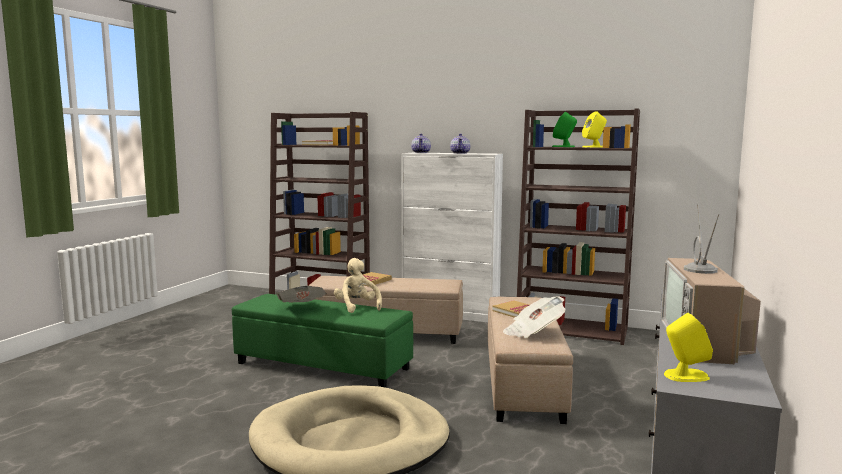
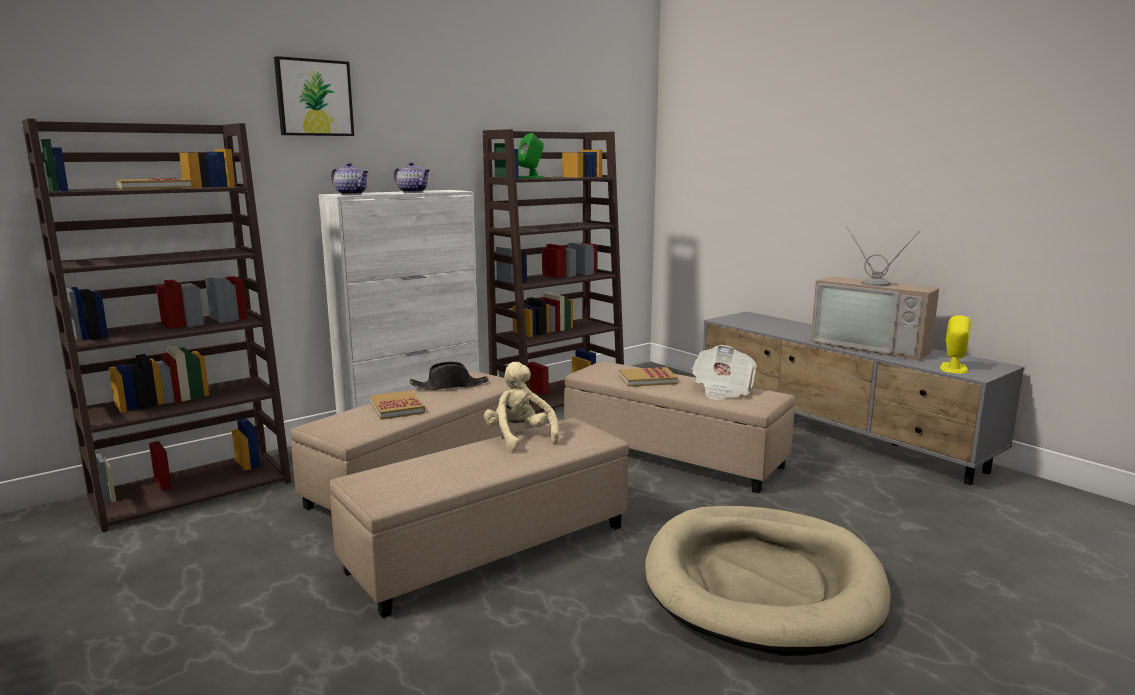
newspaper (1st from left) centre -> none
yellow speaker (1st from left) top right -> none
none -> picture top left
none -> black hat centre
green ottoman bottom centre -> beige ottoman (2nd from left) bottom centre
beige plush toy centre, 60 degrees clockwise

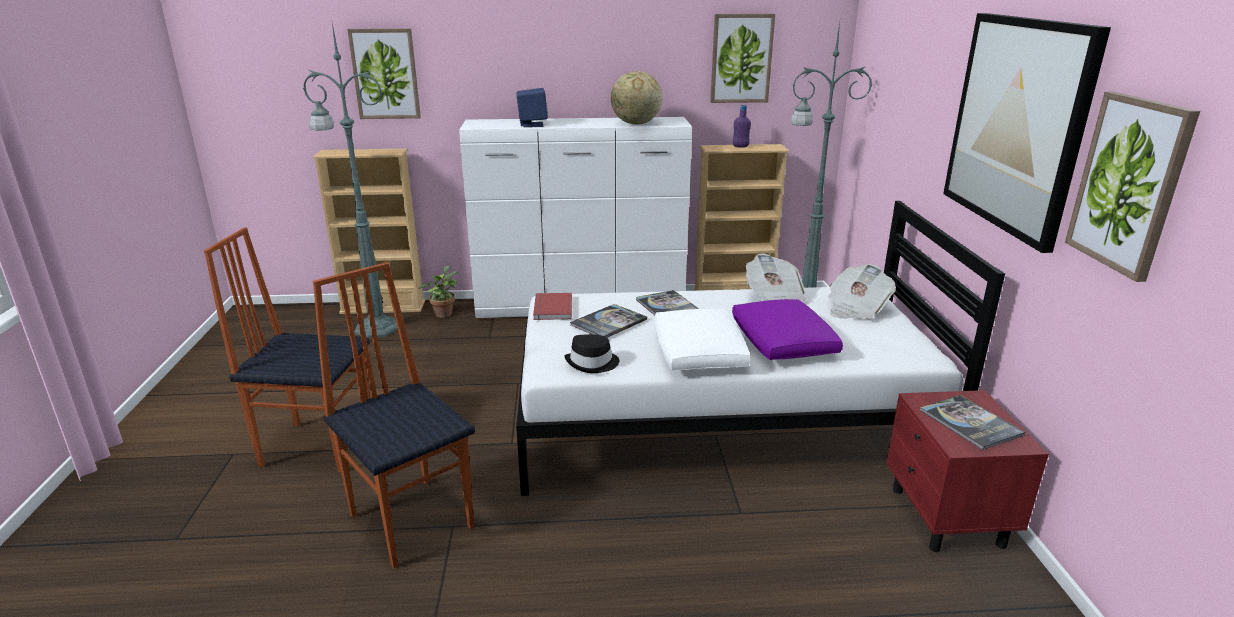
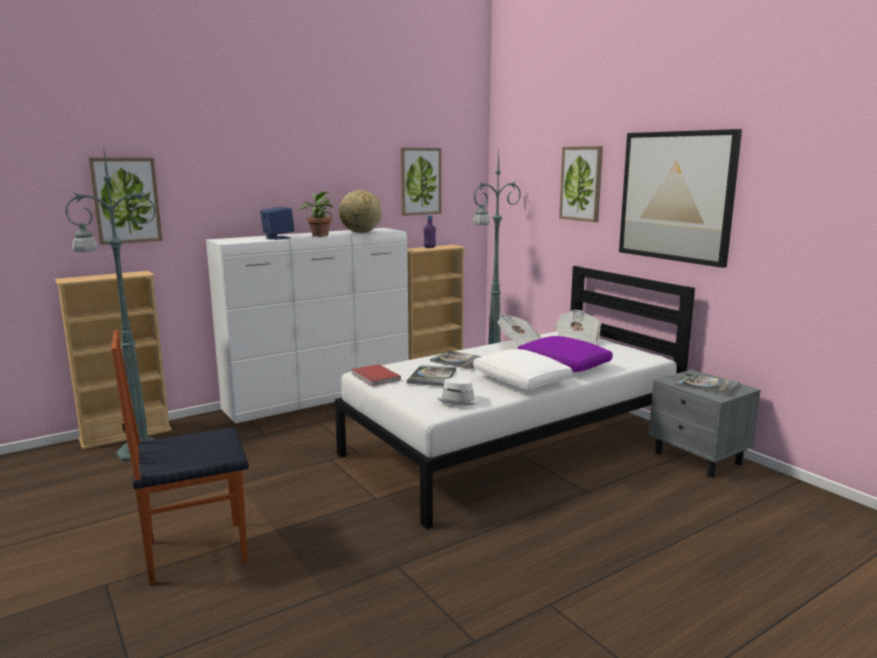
chair (2nd from left) bottom left -> none
potted plant centre -> potted plant top centre, move
picture (4th from left in the first image) top right -> picture (3rd from left) top centre, move
black hat centre -> white hat centre
red nightstand bottom right -> grey nightstand middle right

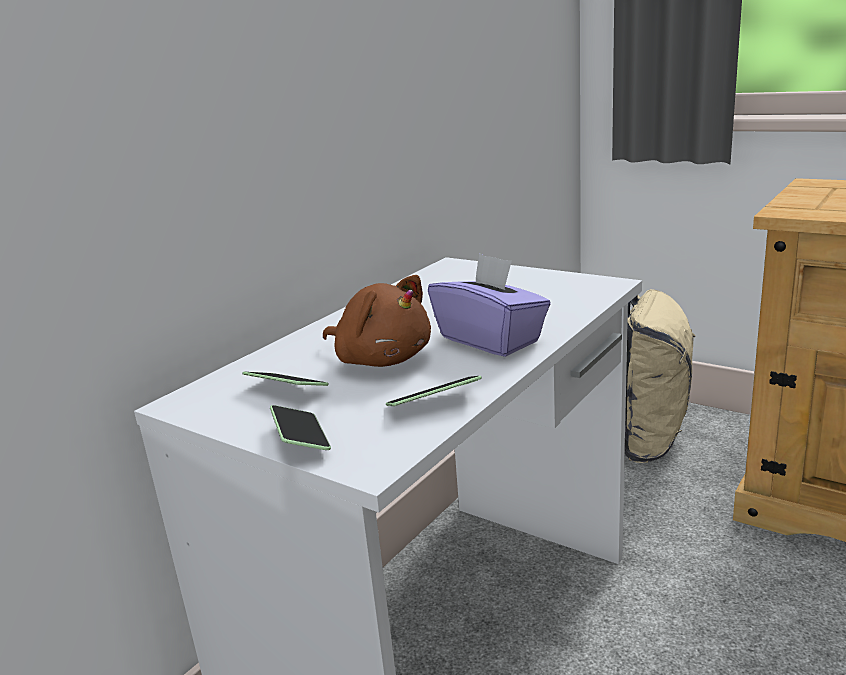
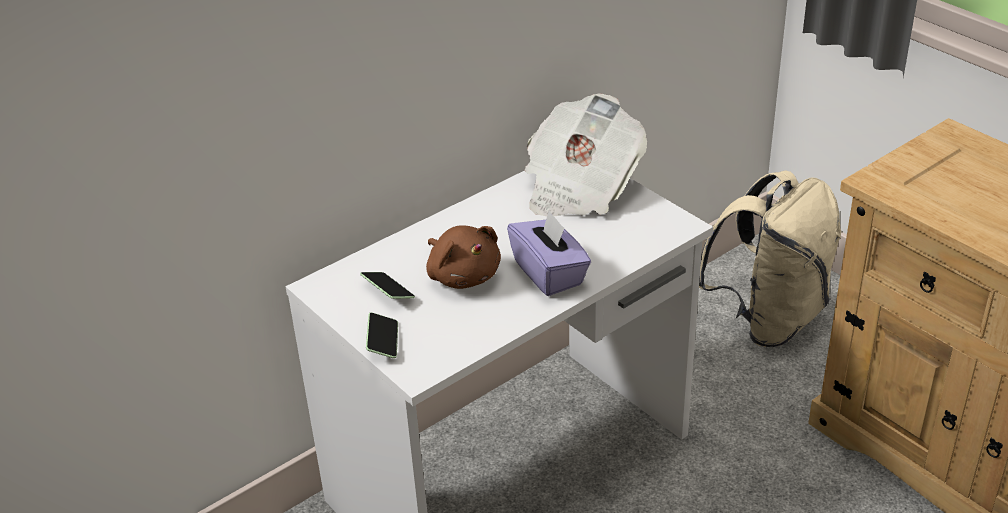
phone (3rd from left) centre -> none
none -> newspaper top centre

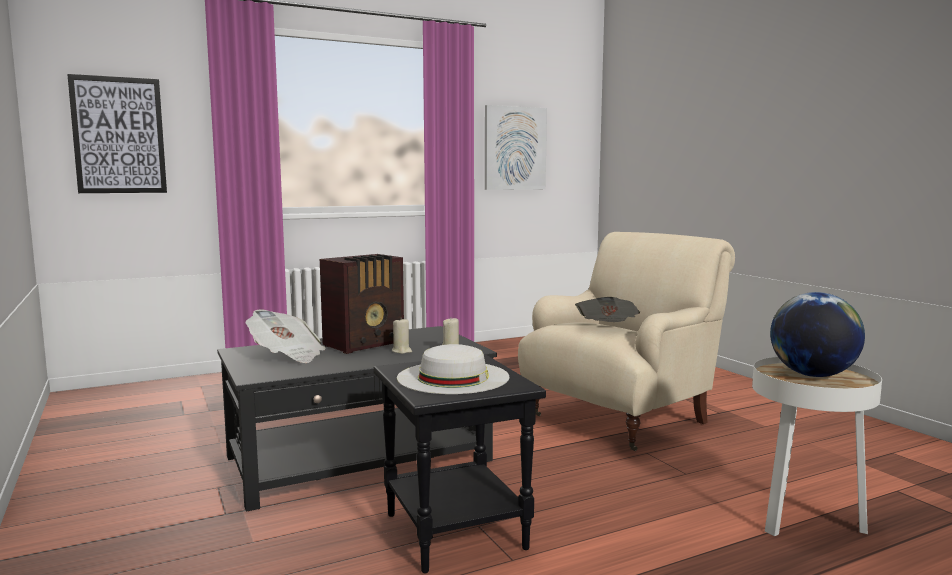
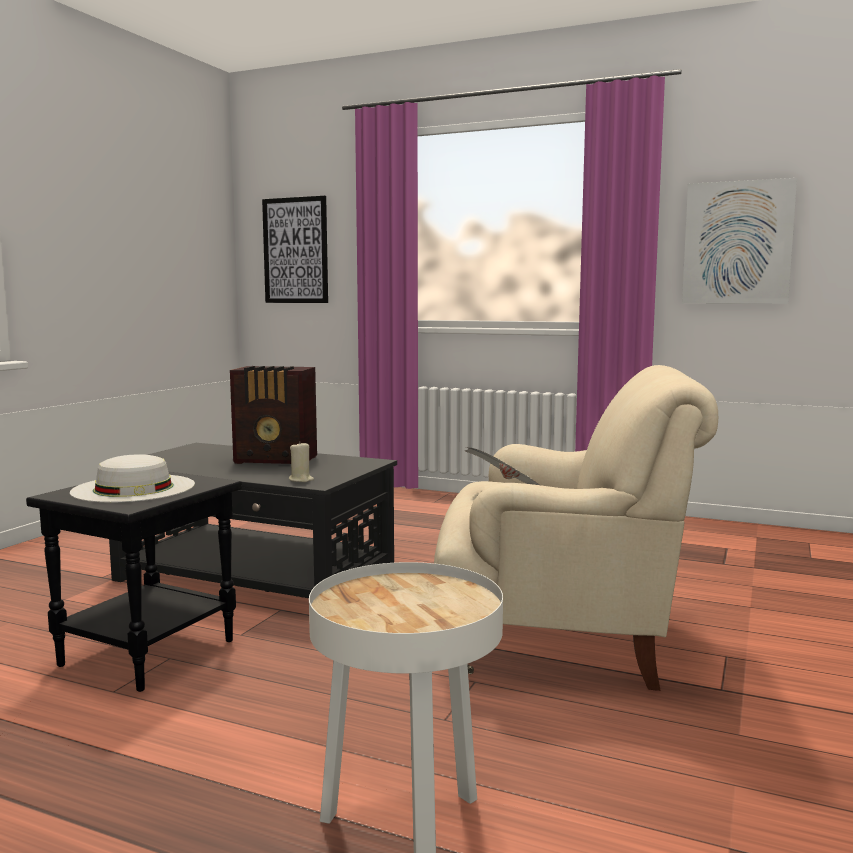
newspaper (1st from left) middle left -> none
beige candle (1st from left) centre -> none
globe middle right -> none

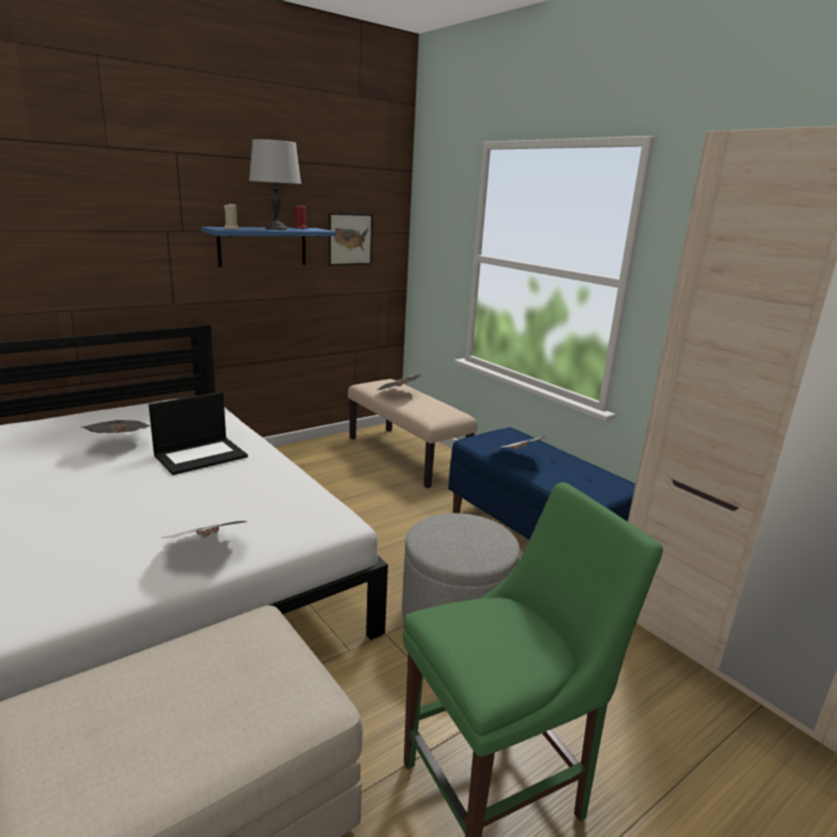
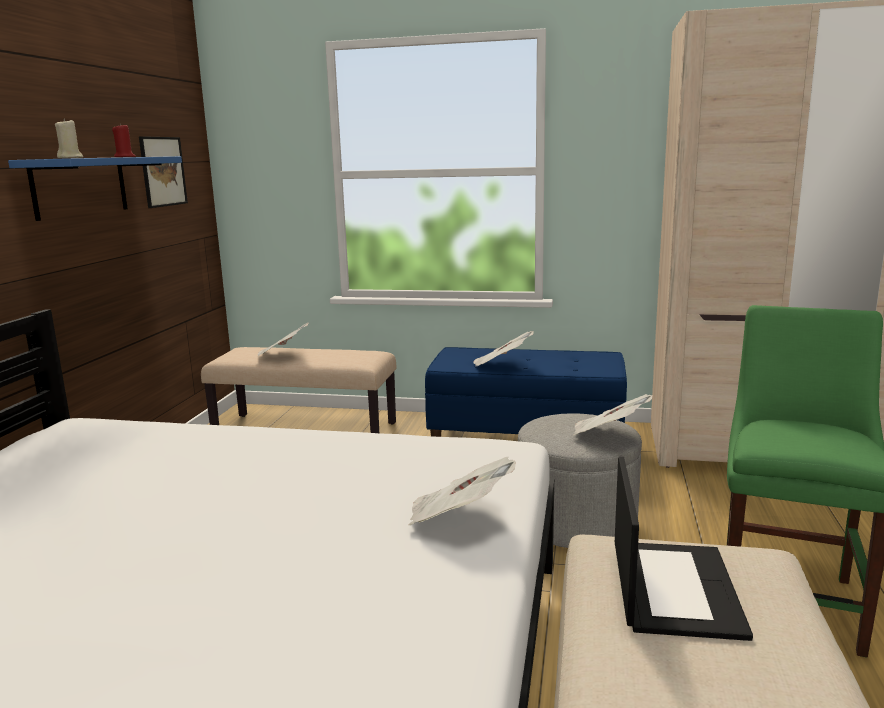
grey table lamp top left -> none
newspaper (1st from left in the first image) middle left -> newspaper (4th from left) middle right, move
laptop middle left -> laptop bottom right, move

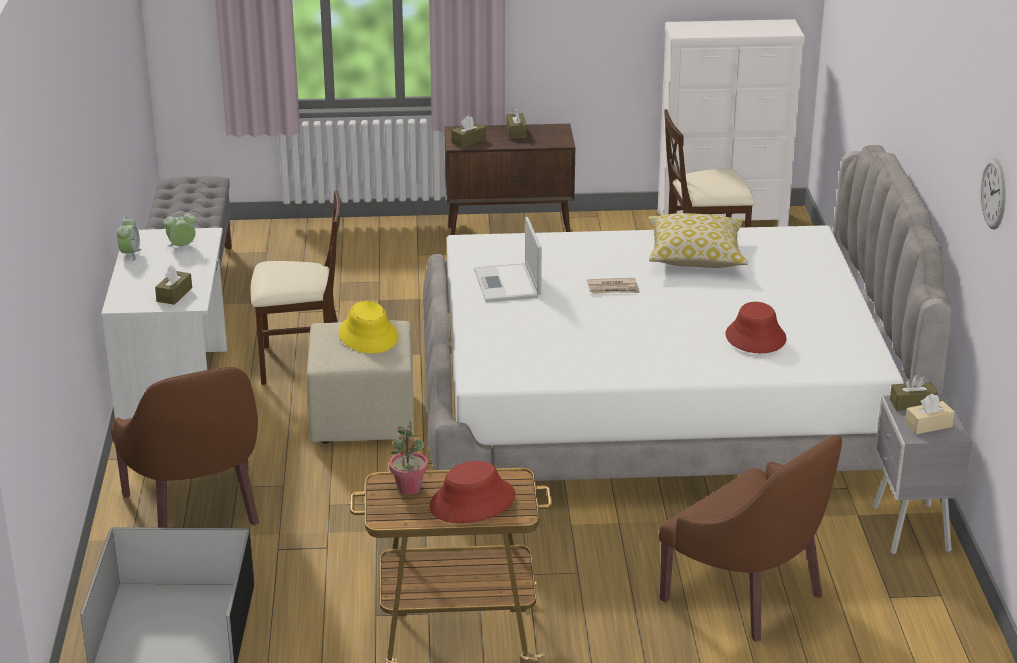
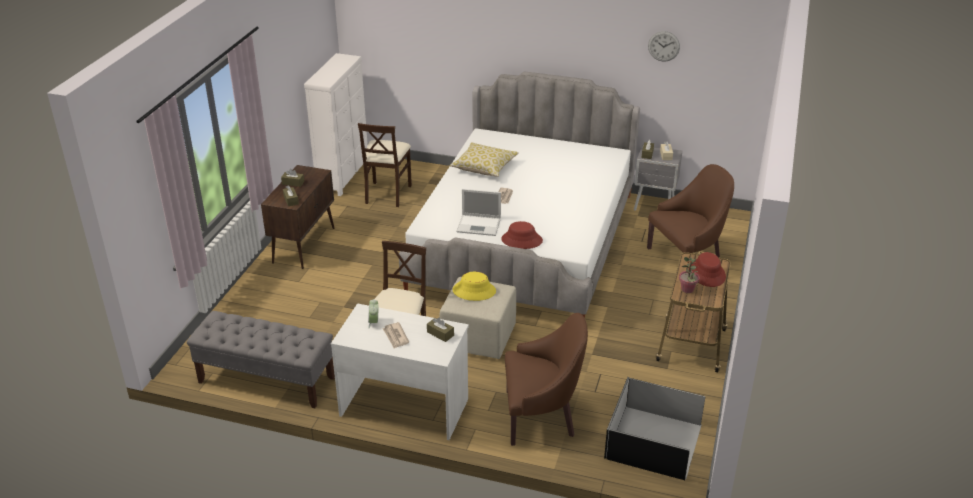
alarm clock (1st from left) middle left -> none
none -> newspaper (1st from left) bottom centre
red hat (2nd from left in the first image) middle right -> red hat (1st from left) centre, move

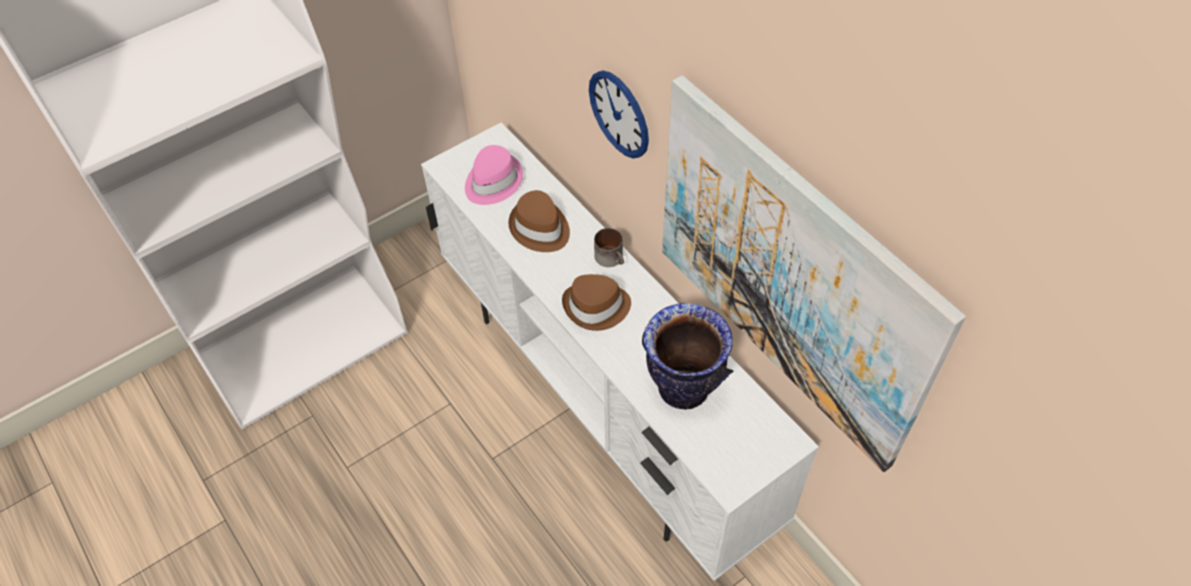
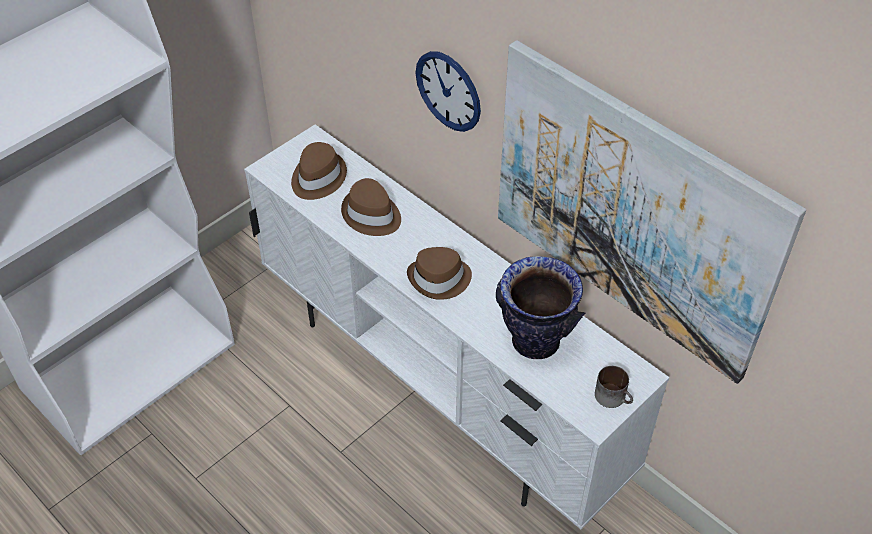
mug centre -> mug bottom right, move
pink hat top centre -> brown hat (1st from left) top centre

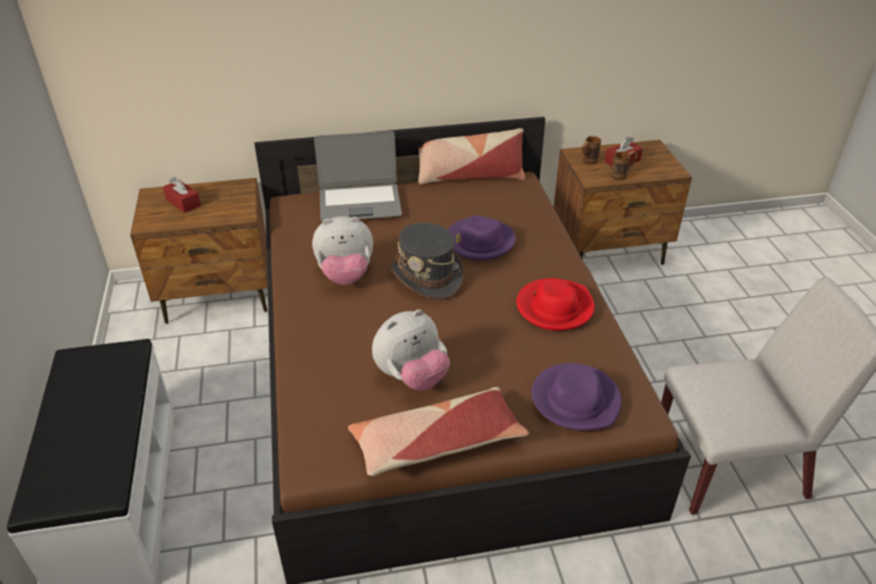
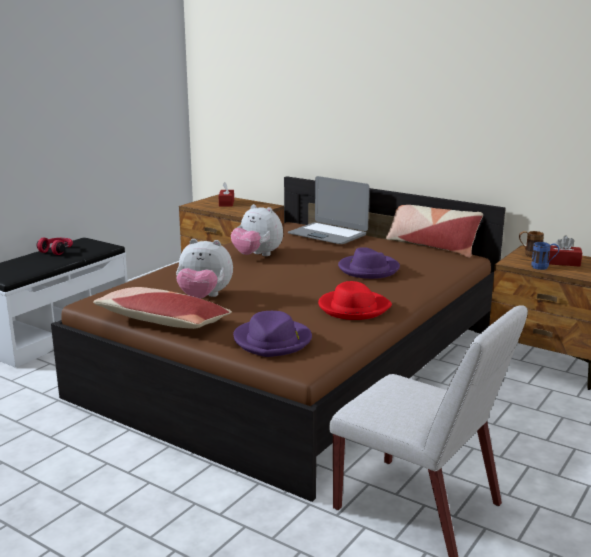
grey hat centre -> none
none -> red headphones middle left
brown mug (2nd from left) top right -> blue mug middle right

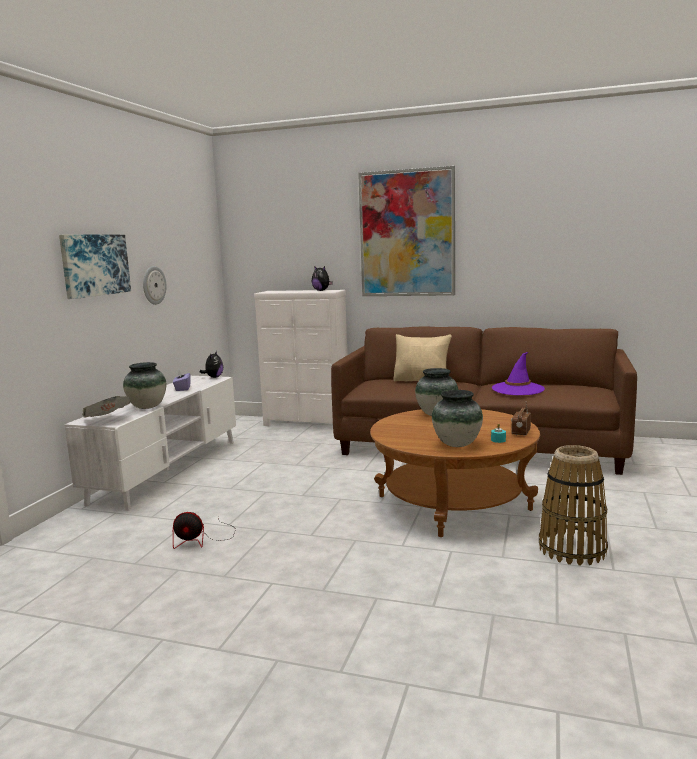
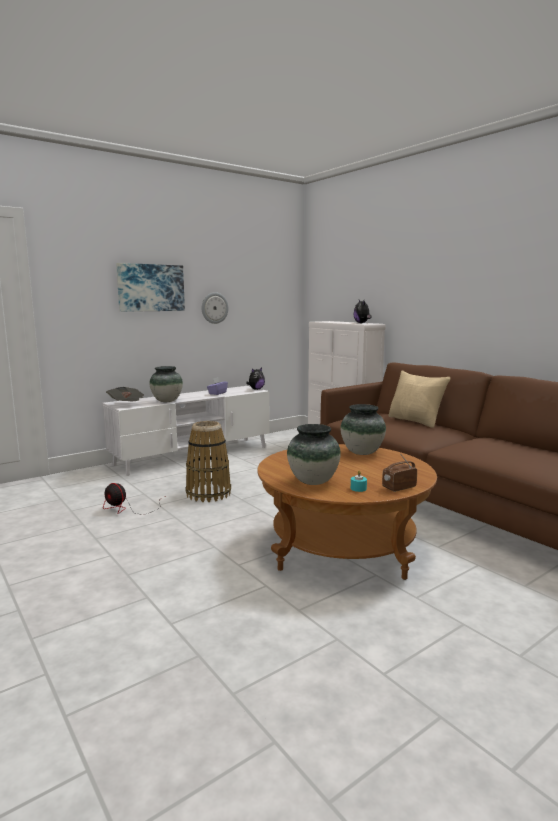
picture (2nd from left) top centre -> none
purple hat middle right -> none
basket middle right -> basket centre, move

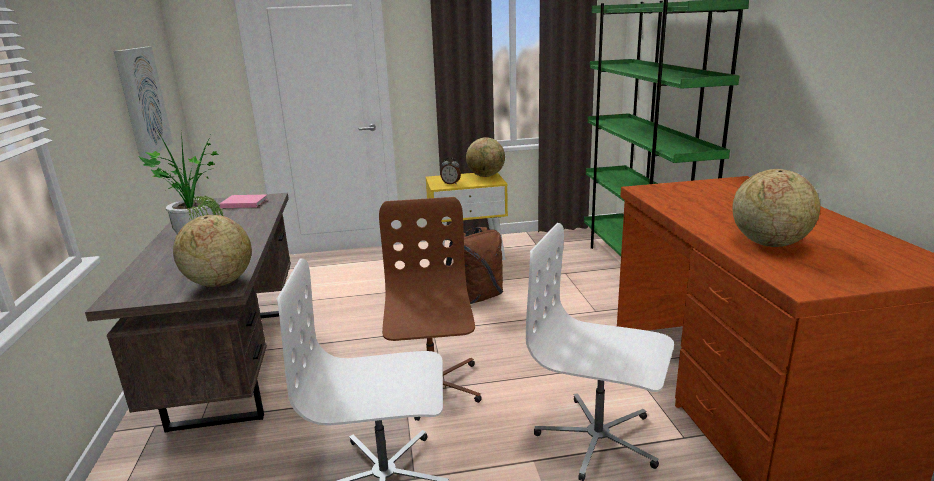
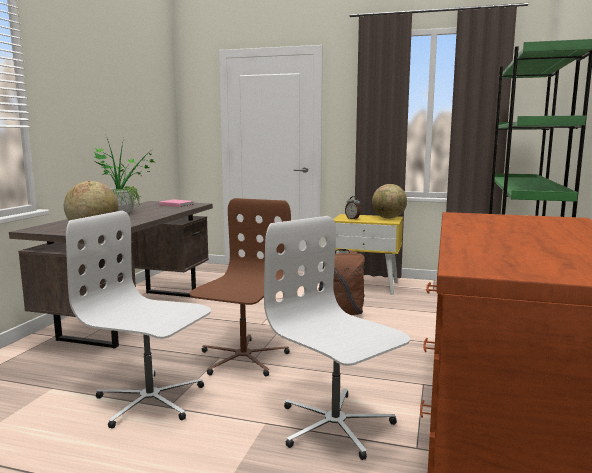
picture top left -> none
globe (3rd from left) middle right -> none

